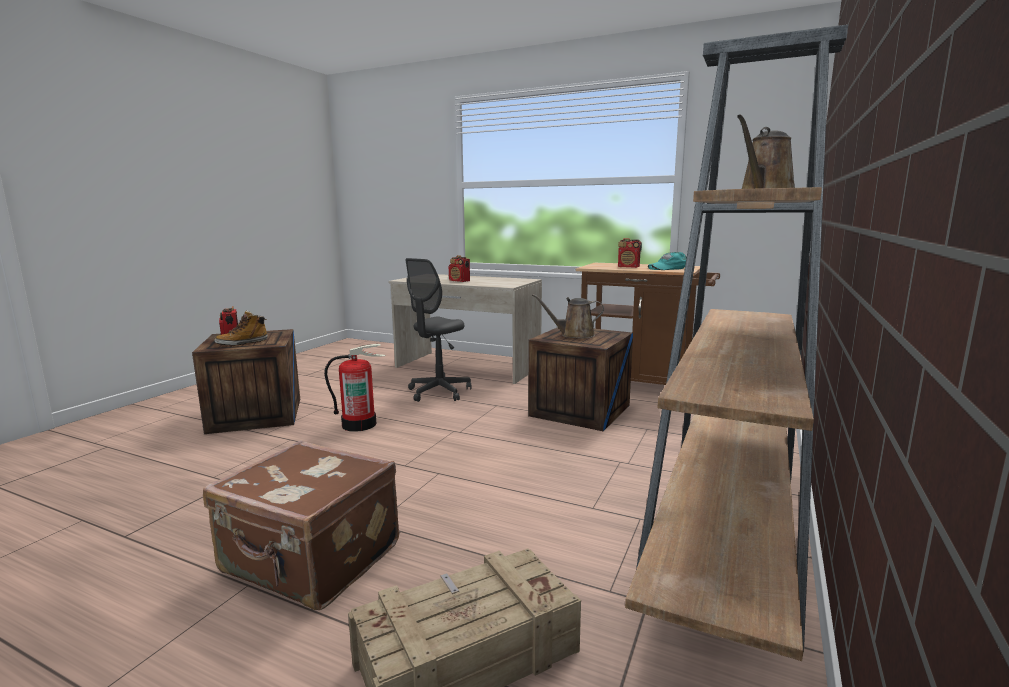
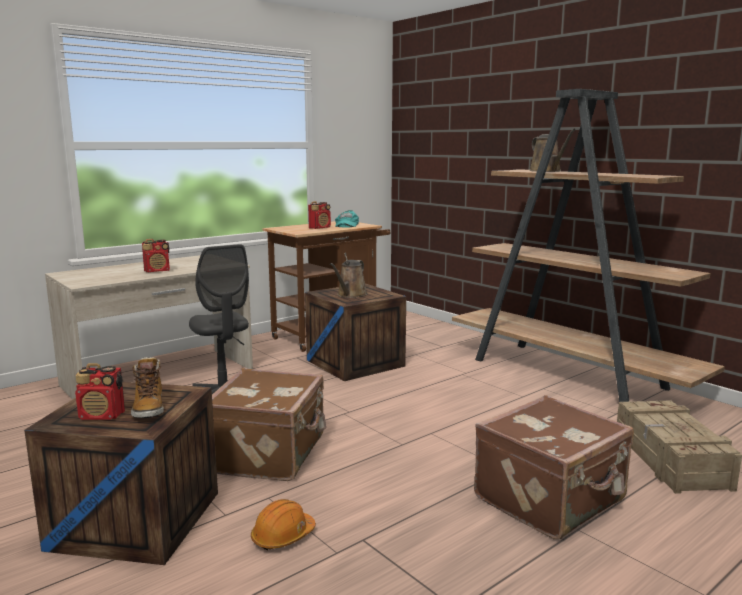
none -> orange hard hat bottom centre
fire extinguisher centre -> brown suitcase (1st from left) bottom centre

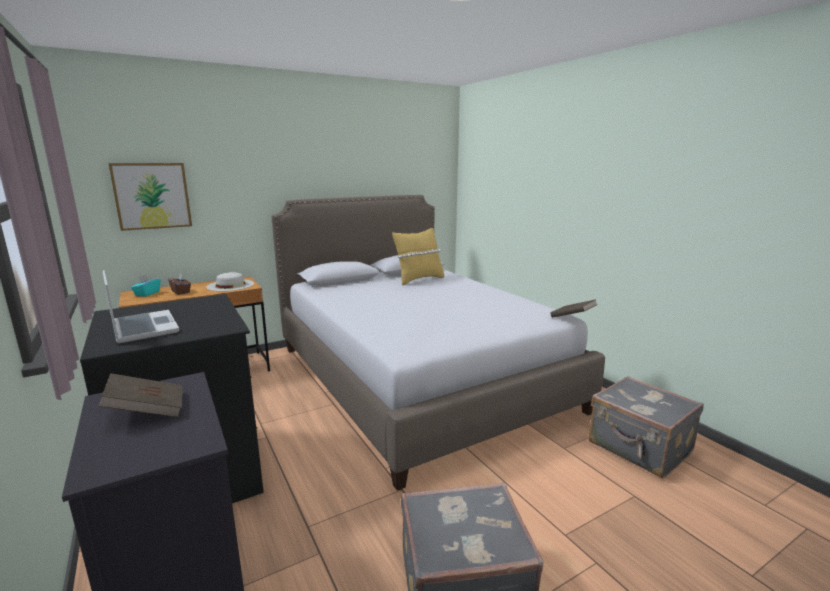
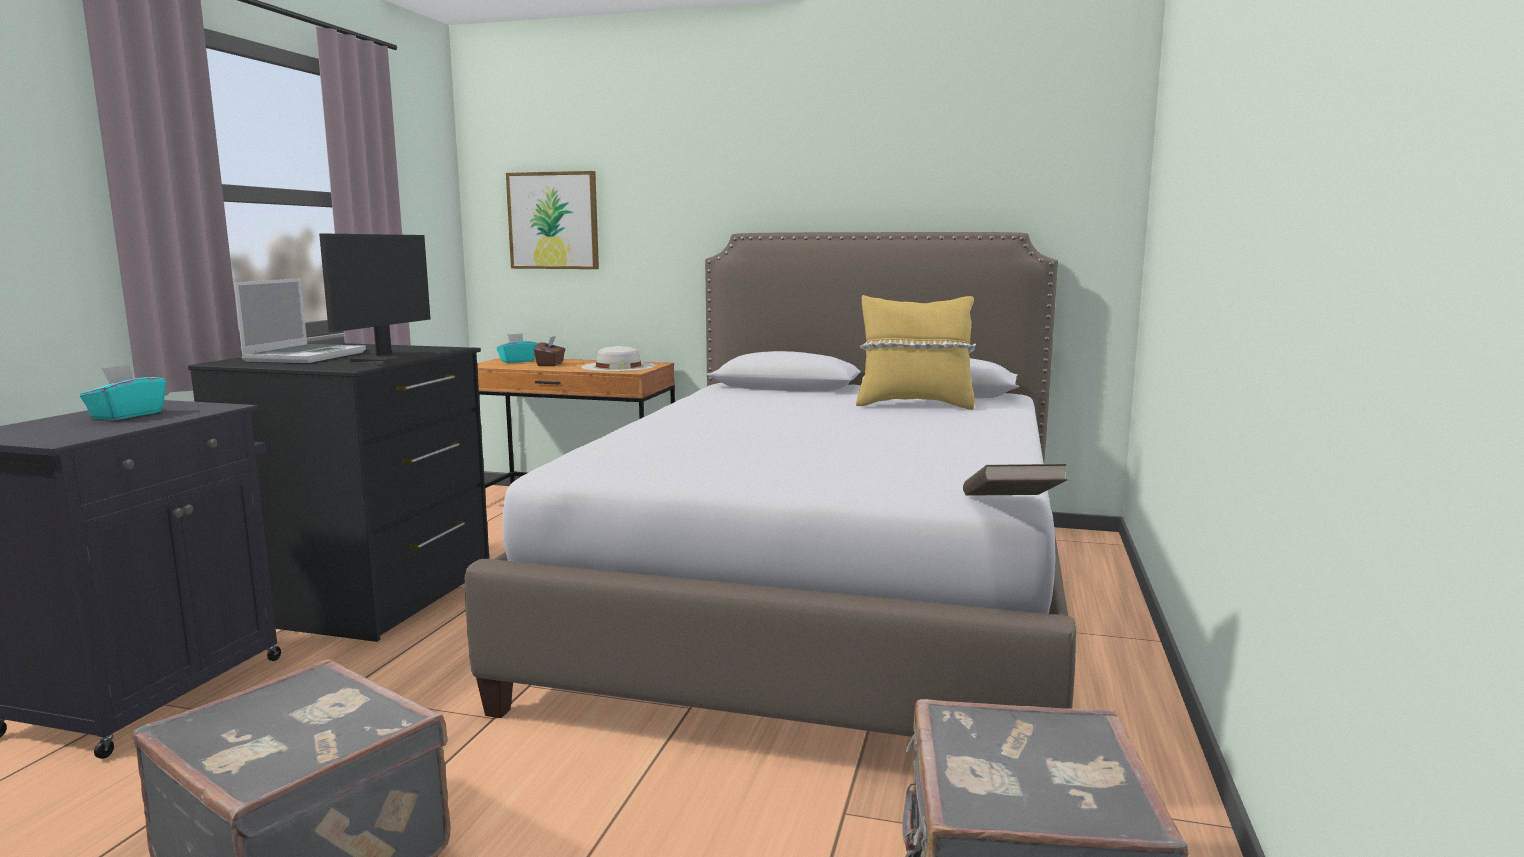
none -> monitor middle left
brown book (1st from left) bottom left -> turquoise tissue box (1st from left) middle left

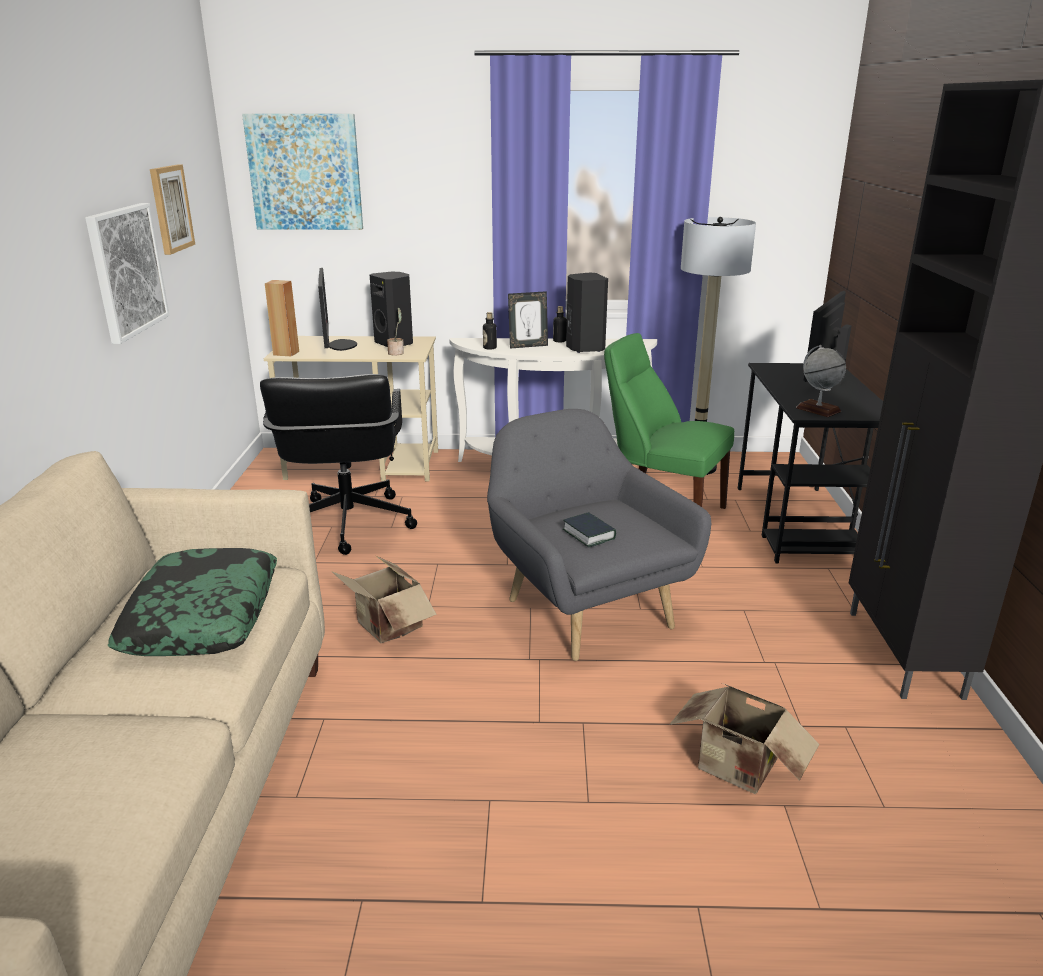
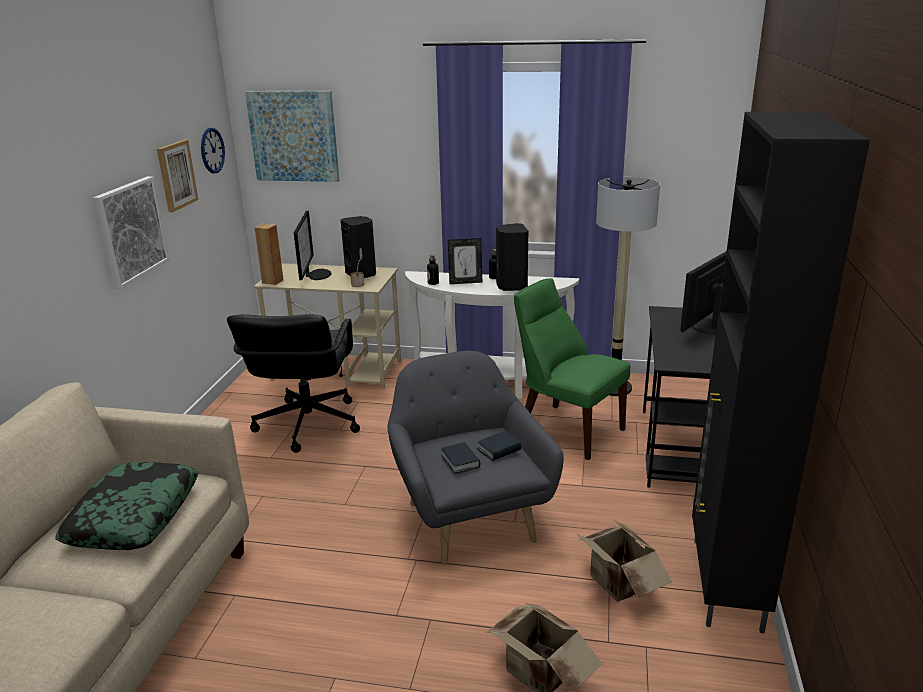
globe middle right -> none
none -> wall clock top left
none -> book (2nd from left) centre
cardboard box (1st from left in the first image) centre -> cardboard box (2nd from left) bottom right, move

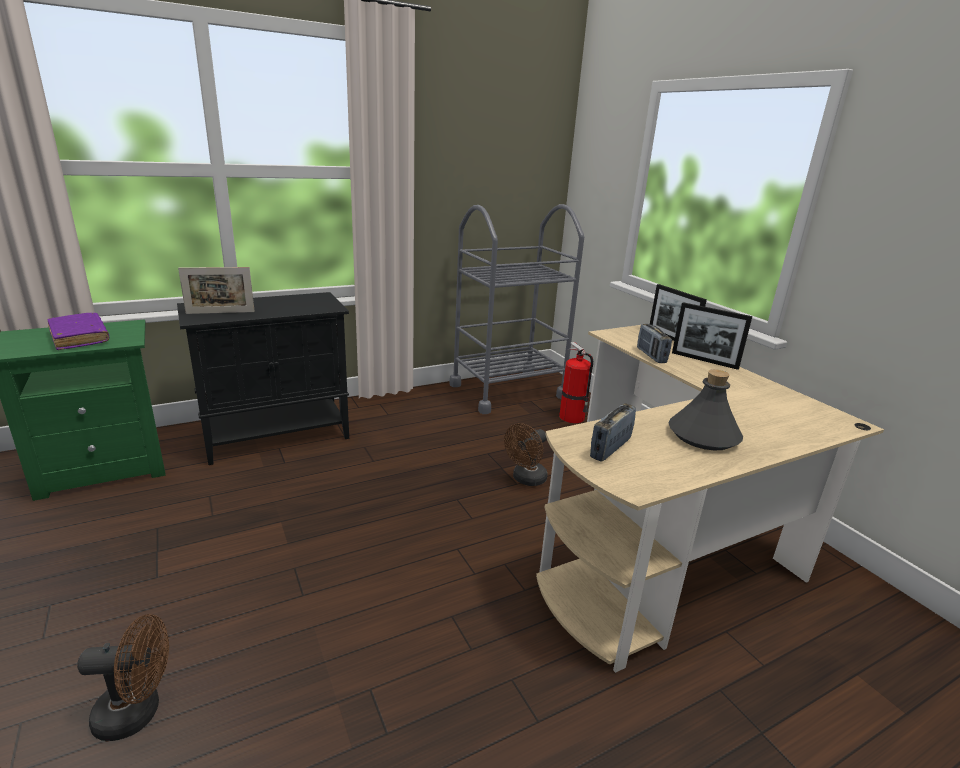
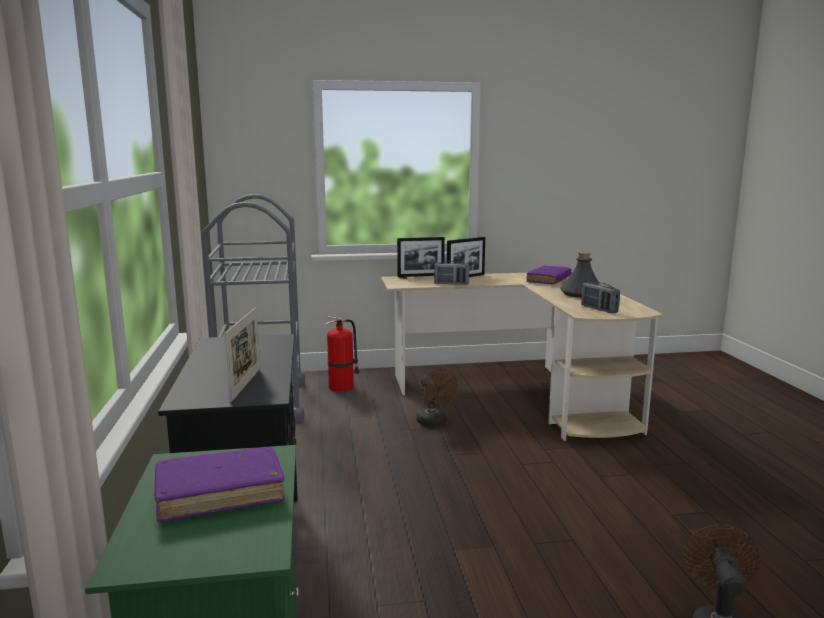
none -> purple book (2nd from left) centre

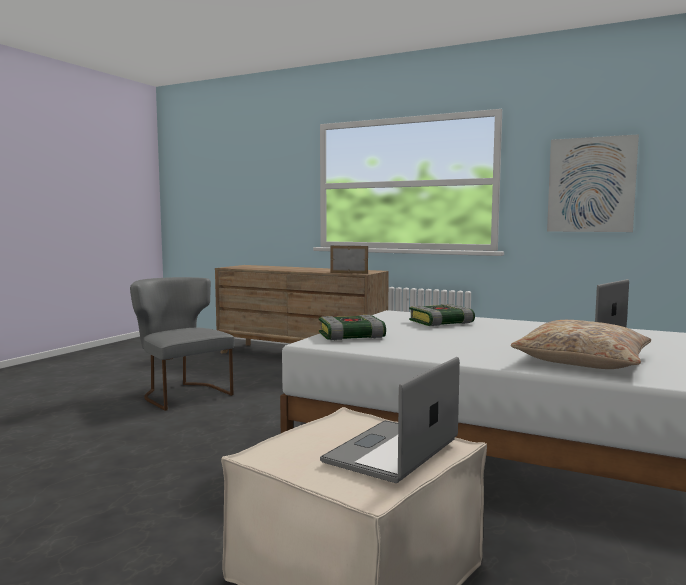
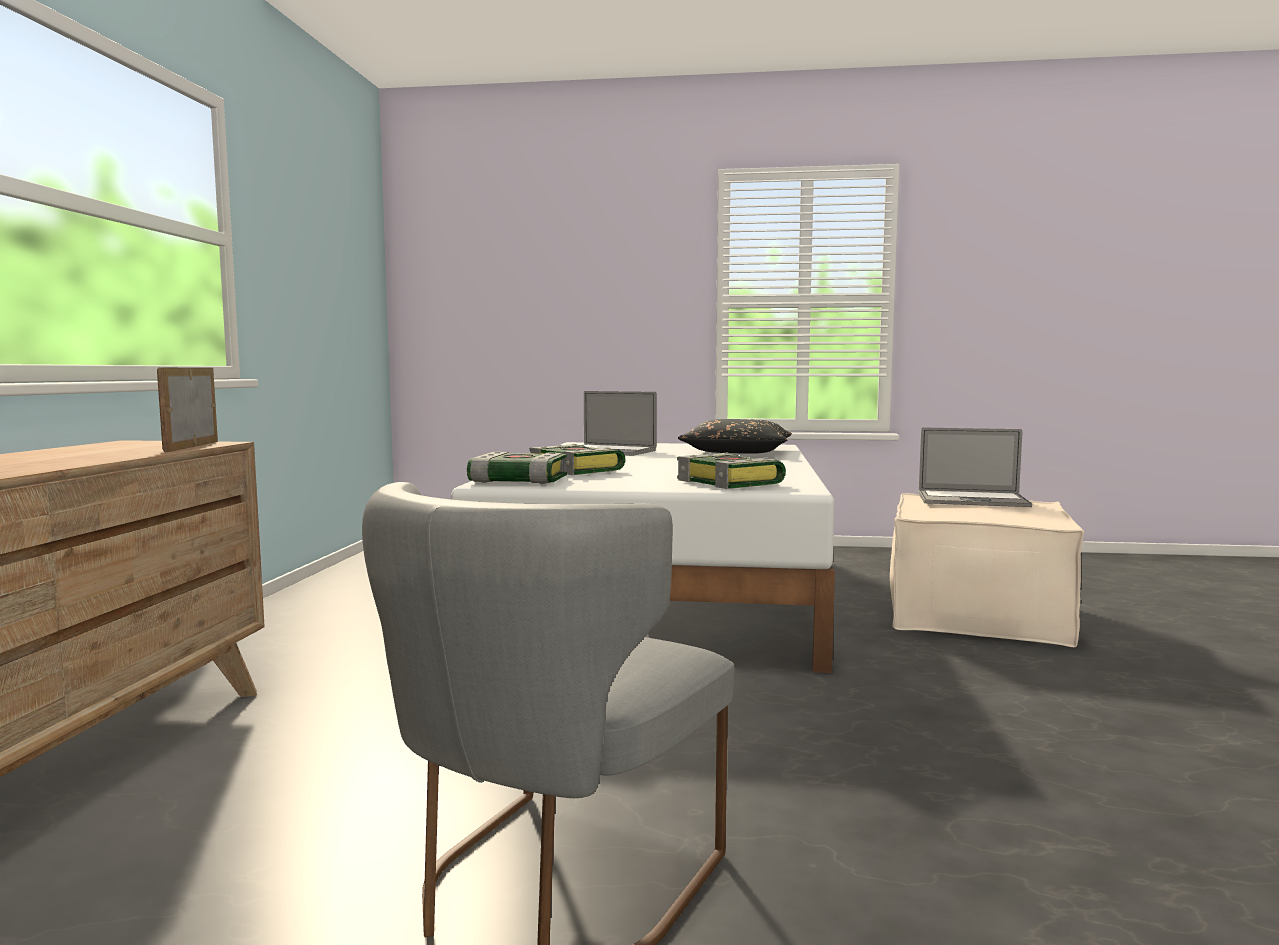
picture top right -> none
none -> book (1st from left) centre
beige pillow middle right -> black pillow centre

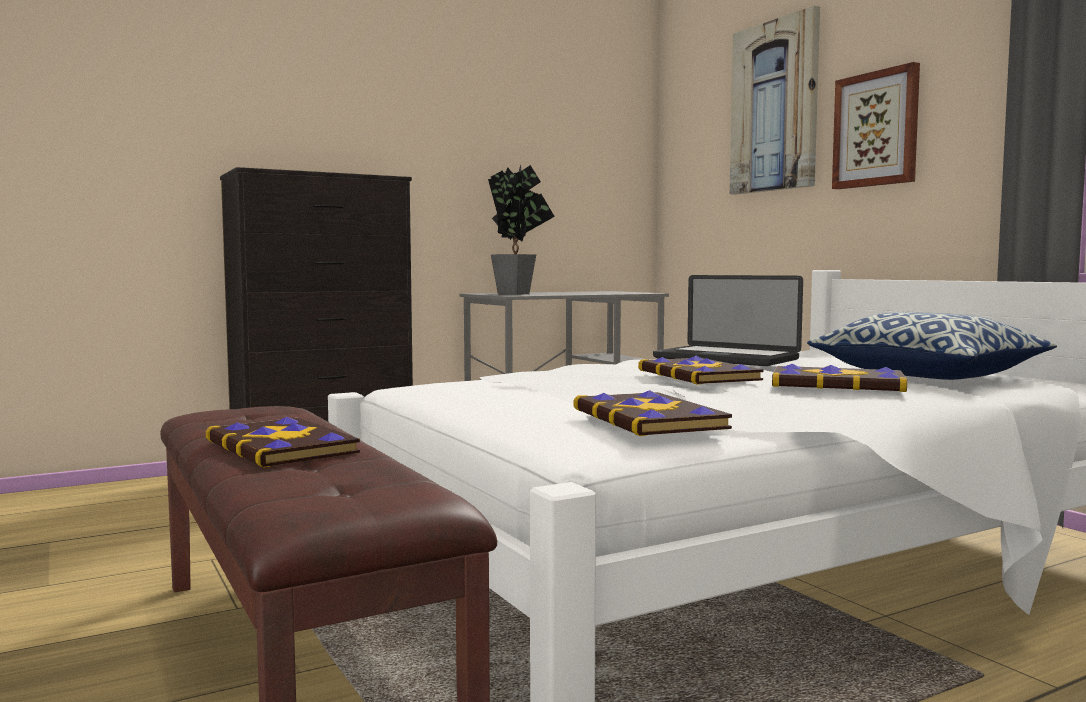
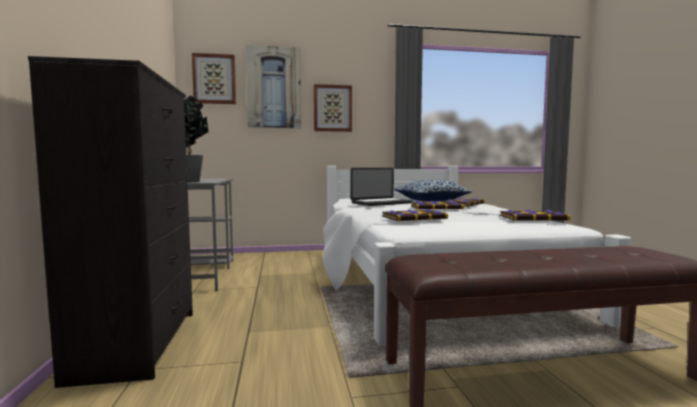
none -> picture (1st from left) top left
book (1st from left) middle left -> book (1st from left) centre, move

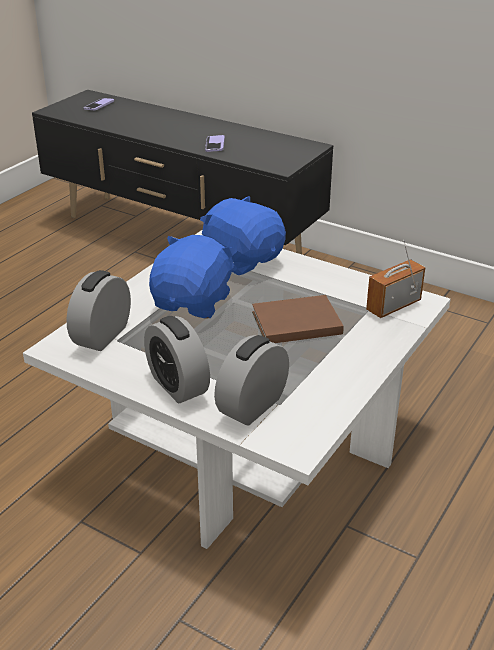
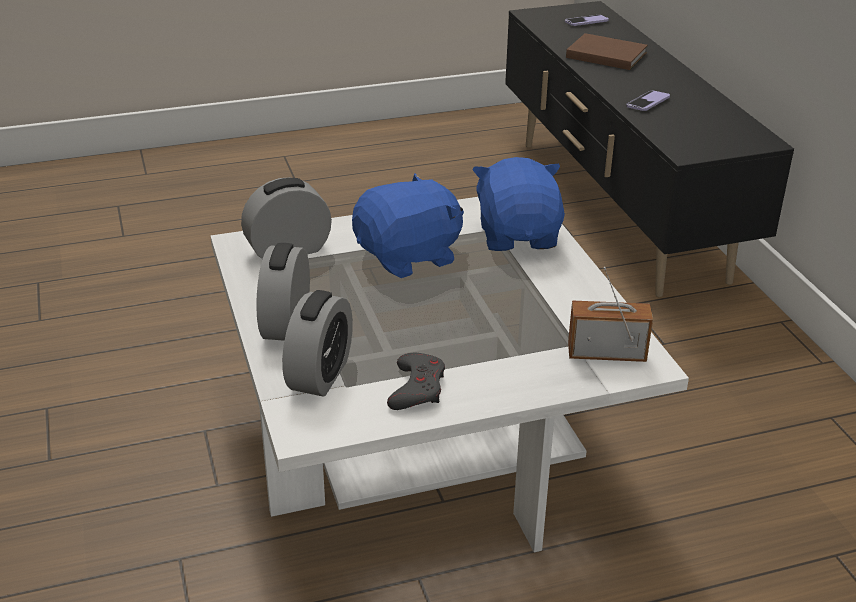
none -> grey game controller centre
brown book centre -> brown book top right, move
alarm clock (3rd from left) centre, 120 degrees clockwise

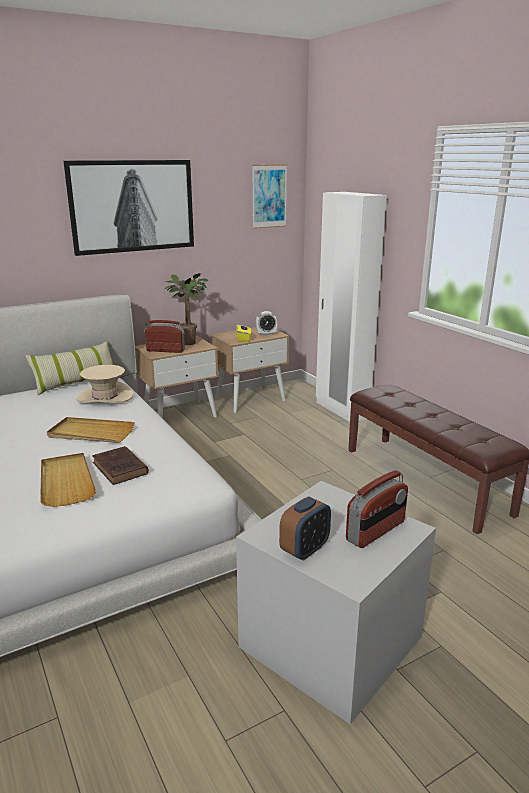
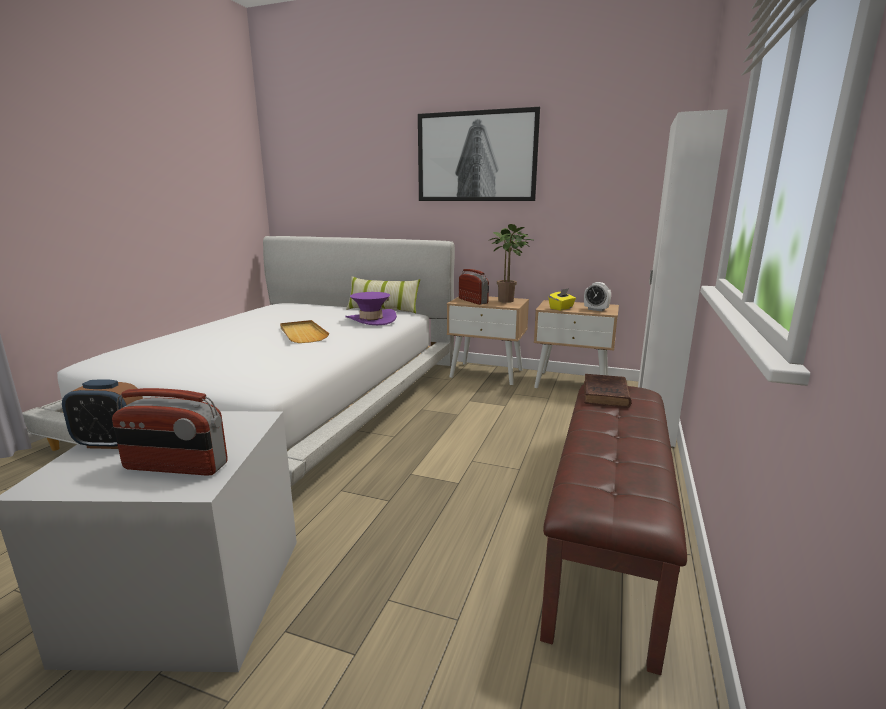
beige tray (1st from left) middle left -> none
picture (2nd from left) top centre -> none
brown book middle left -> brown book middle right, move
beige hat middle left -> purple hat centre

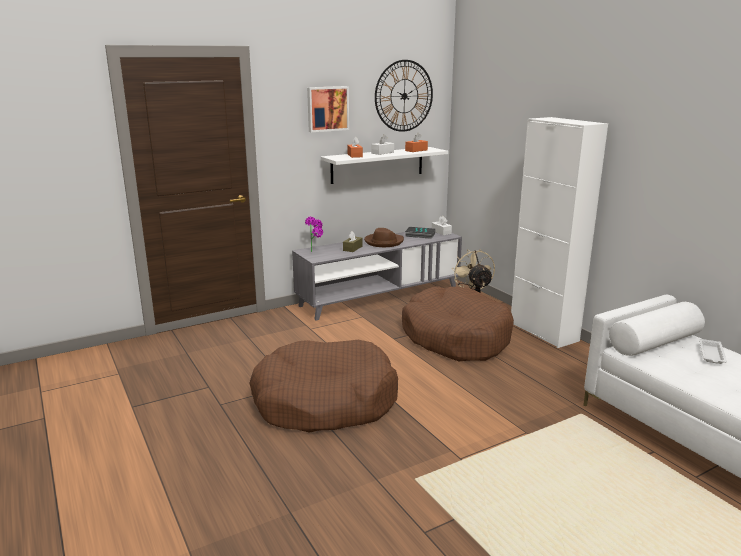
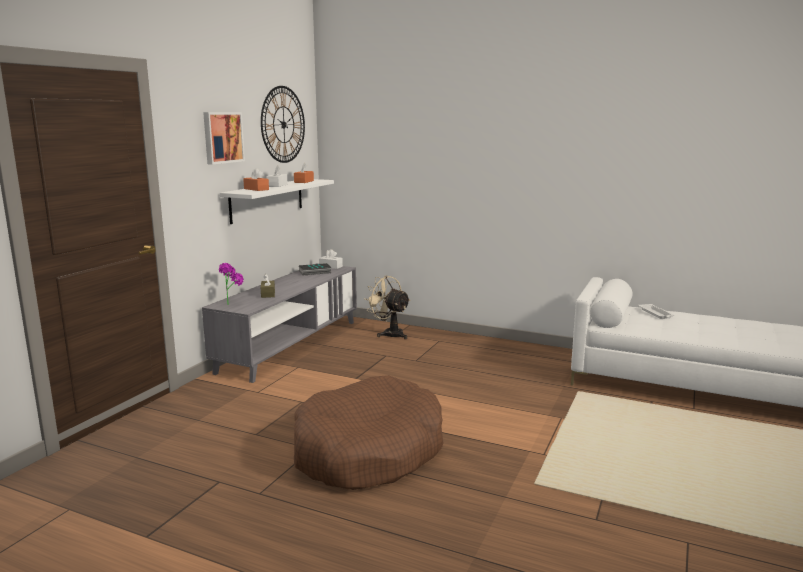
brown hat centre -> none
brown dog bed (2nd from left) centre -> none
white cabinet middle right -> none

